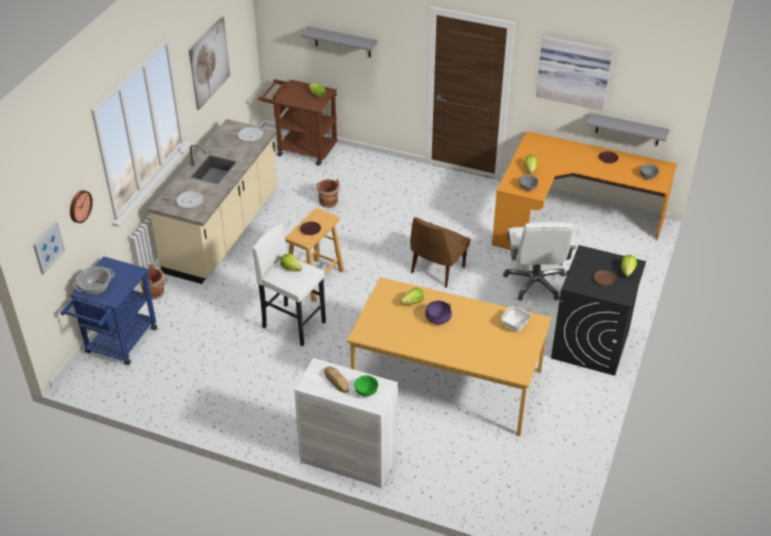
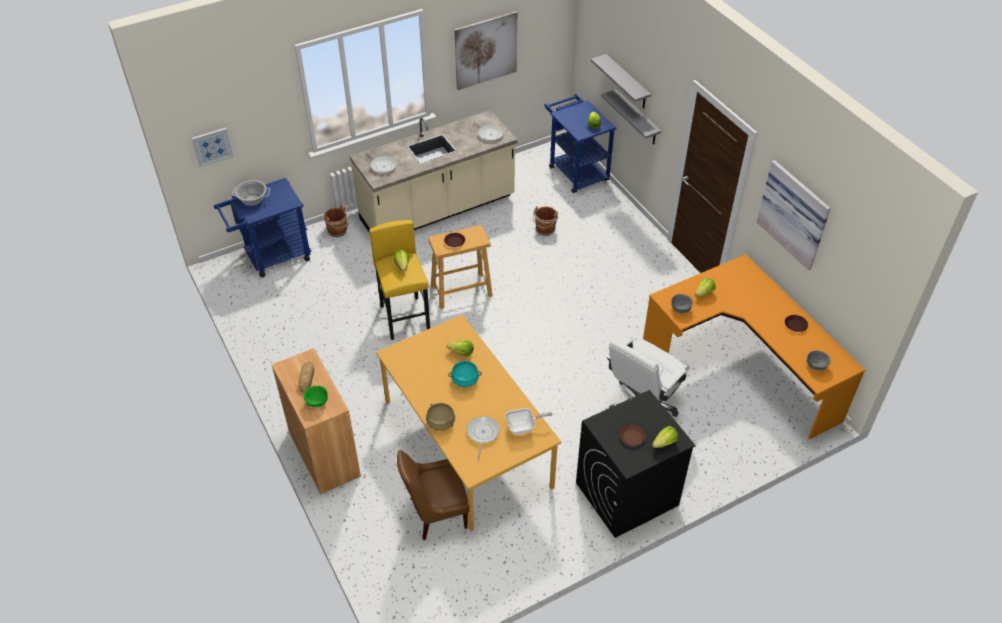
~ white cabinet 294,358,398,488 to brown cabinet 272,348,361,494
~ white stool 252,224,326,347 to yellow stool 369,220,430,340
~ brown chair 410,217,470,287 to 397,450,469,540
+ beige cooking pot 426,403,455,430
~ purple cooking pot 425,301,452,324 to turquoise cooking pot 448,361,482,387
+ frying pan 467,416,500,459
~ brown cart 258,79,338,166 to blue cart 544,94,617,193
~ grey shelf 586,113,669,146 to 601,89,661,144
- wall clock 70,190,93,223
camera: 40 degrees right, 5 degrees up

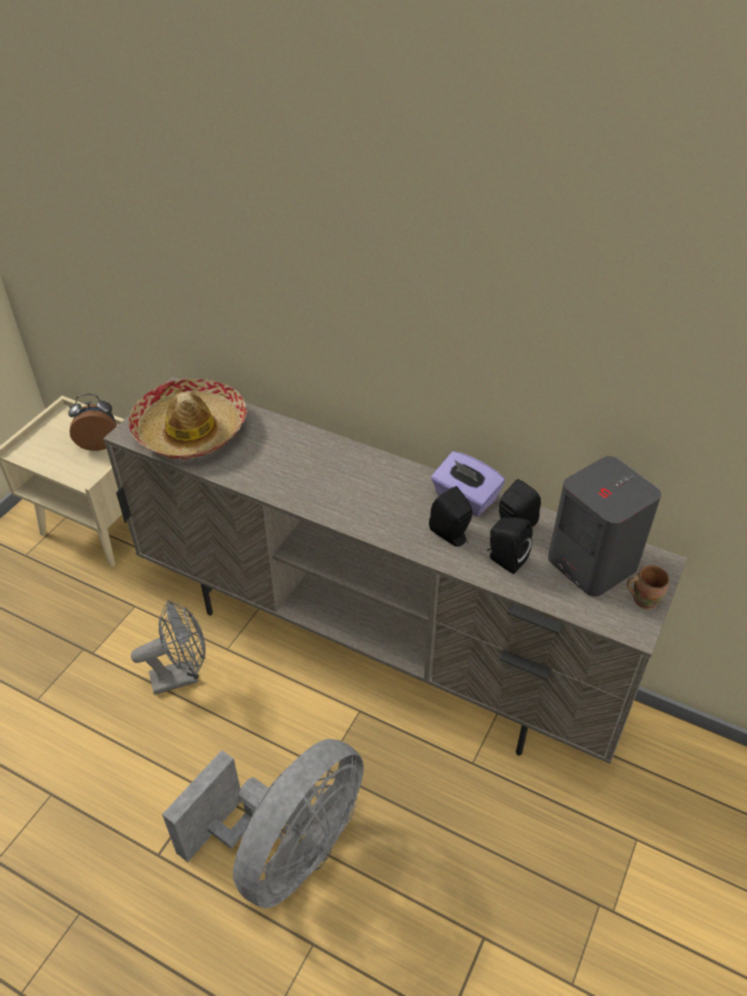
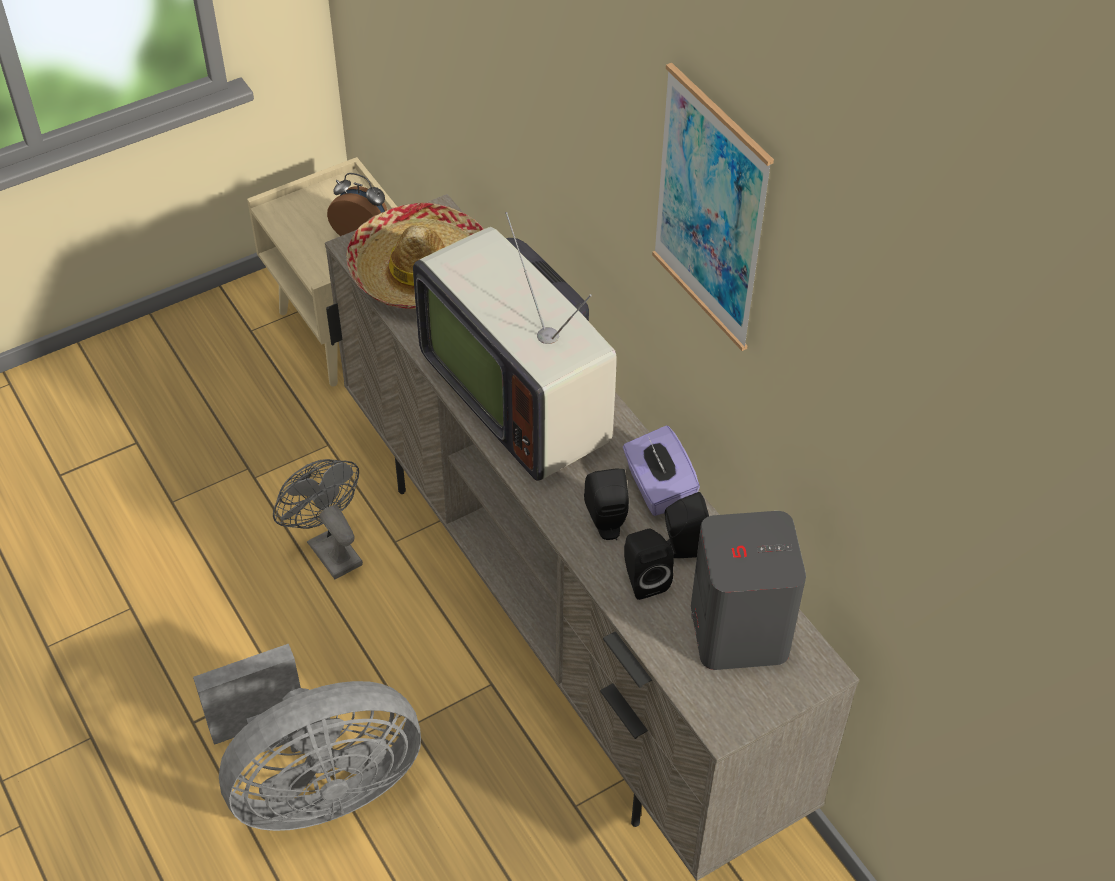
~ grey fan 131,601,206,695 = 273,459,363,579 135 degrees counterclockwise
+ television 413,212,617,481
+ picture 652,63,774,351
- brown mug 627,565,669,609
camera: 30 degrees right, 5 degrees up

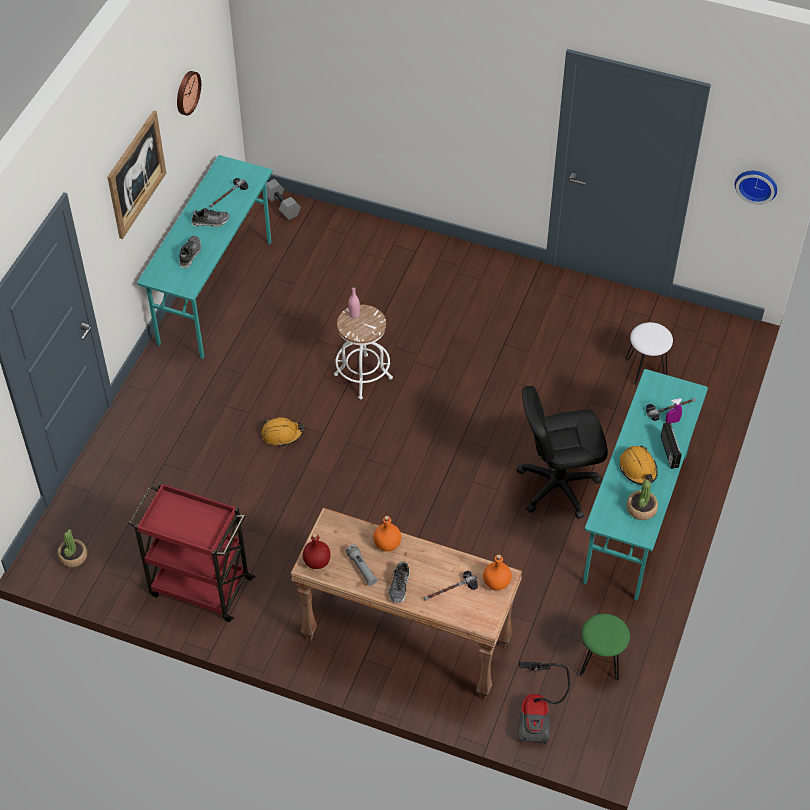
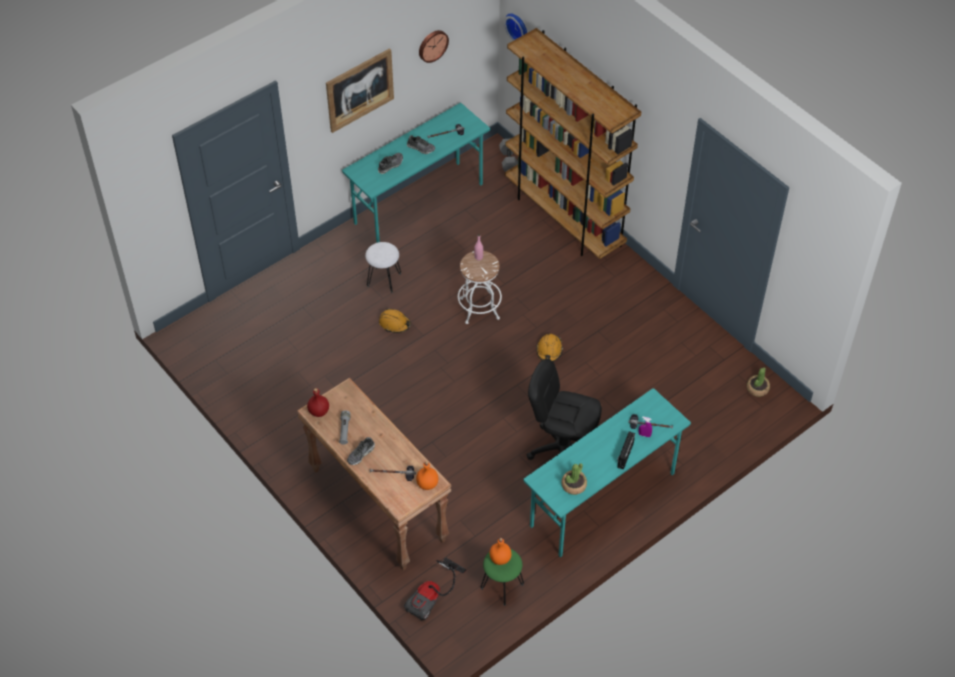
~ white stool 625,322,673,385 to 365,242,401,293
~ orange bottle 373,516,402,552 to 490,538,512,565
~ wall clock 735,171,777,205 to 504,13,527,41
+ brown bookcase 505,28,641,259
~ orange hard hat 620,445,658,485 to 536,334,563,362
~ potted plant 57,529,87,568 to 747,367,770,397
- red cart 129,482,255,622
camera: 30 degrees right, 0 degrees up

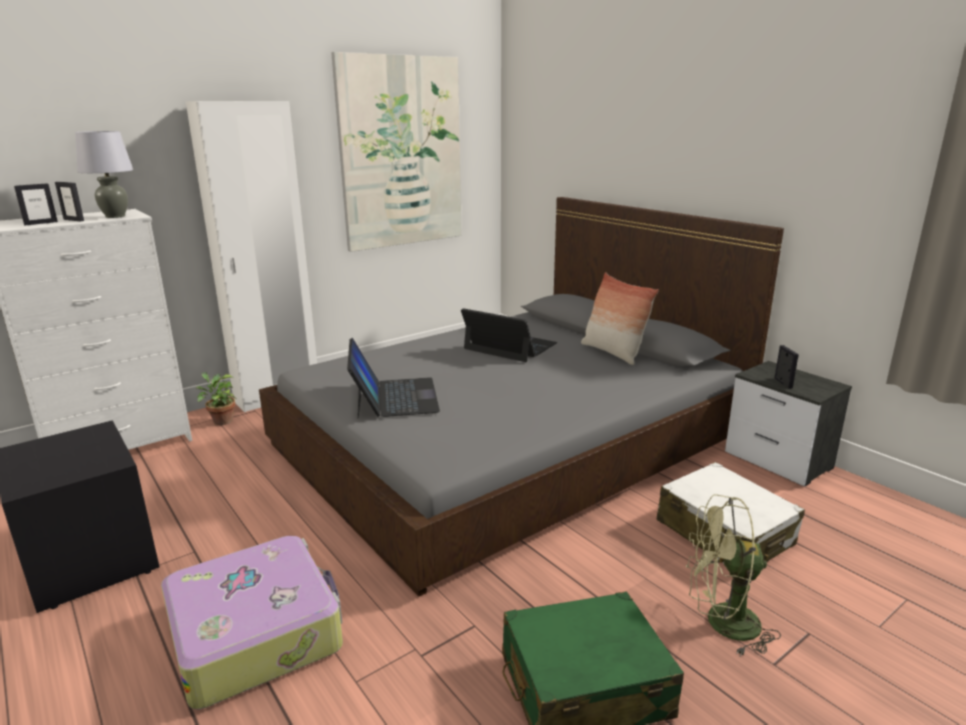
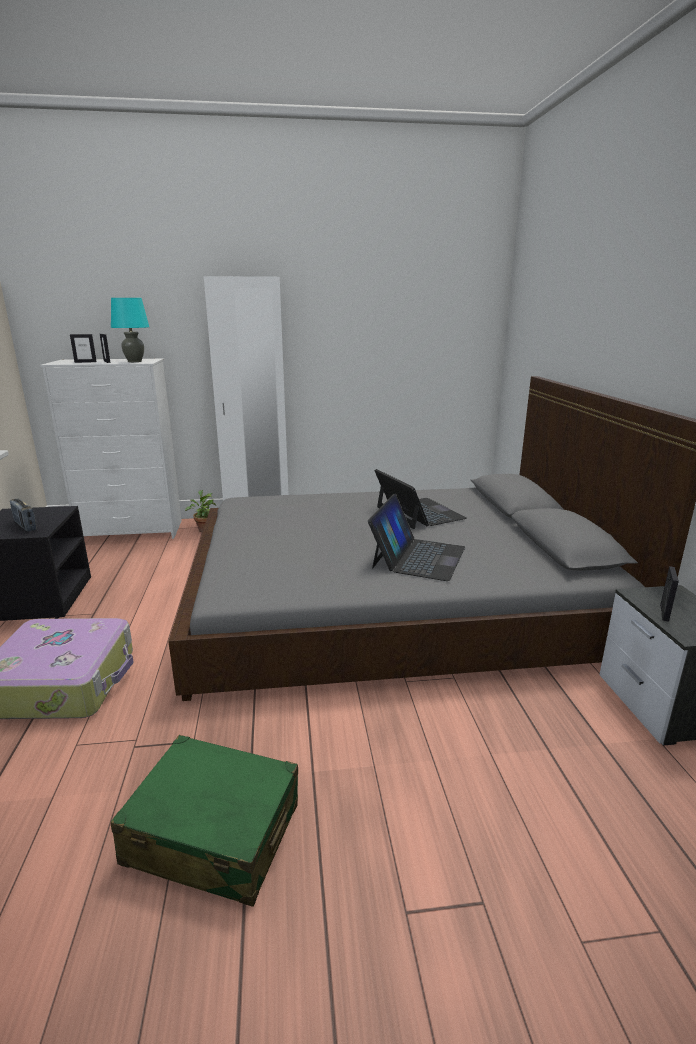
+ radio 10,498,37,532
~ grey table lamp 75,131,133,218 to turquoise table lamp 111,298,149,362
~ laptop 347,338,440,418 to 368,494,465,581
- picture 331,52,462,252
- pillow 581,272,659,365
- white suitcase 657,462,805,563
- green fan 686,494,781,656
camera: 30 degrees right, 0 degrees up

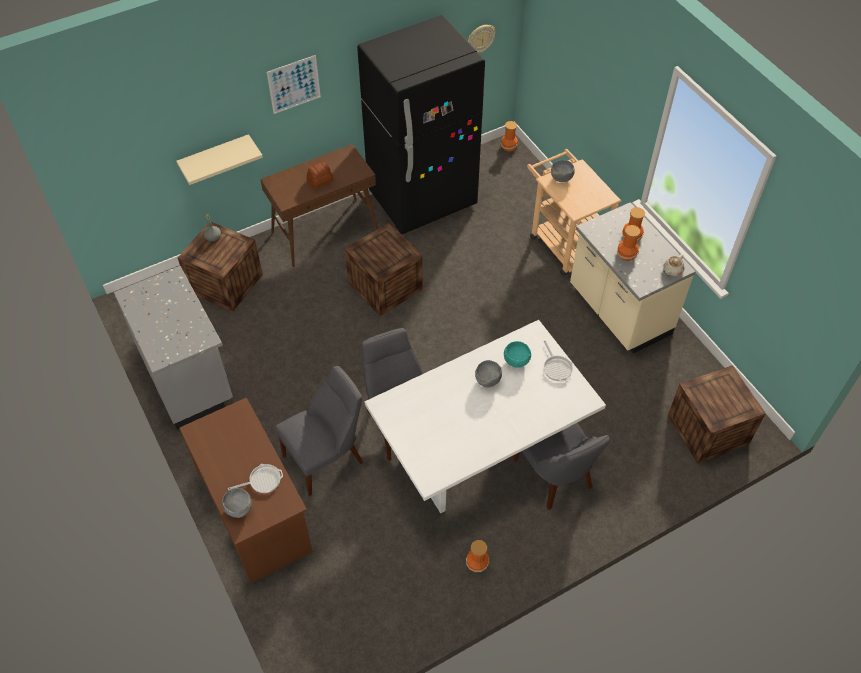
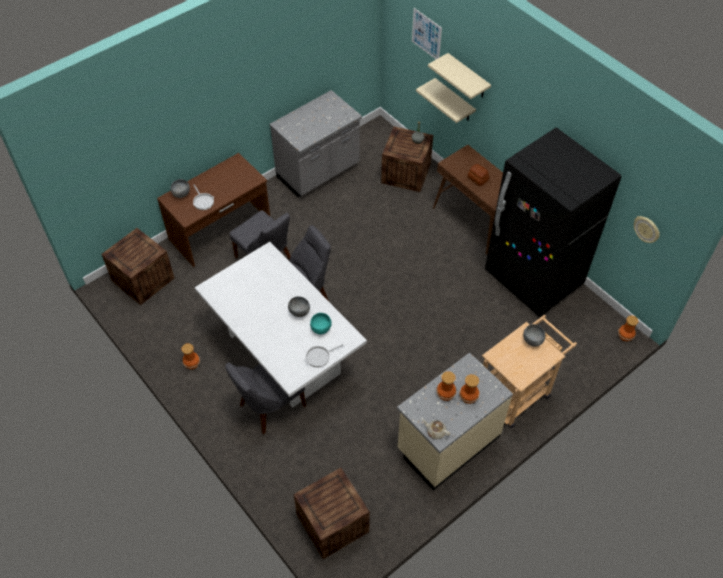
~ crate 345,223,423,316 to 102,228,174,305
~ picture 267,55,321,114 to 412,8,442,59
+ beige shelf 428,53,491,99
camera: 80 degrees right, 0 degrees up

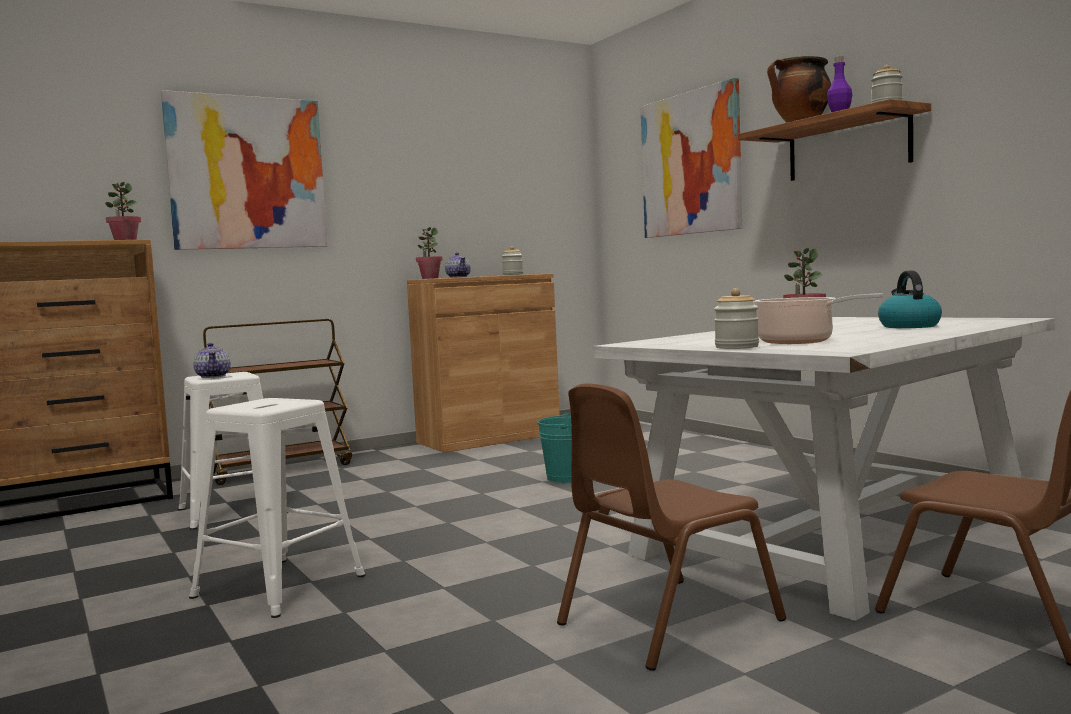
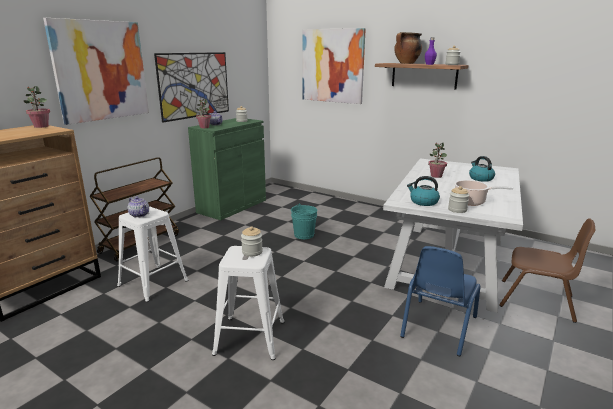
+ picture 154,52,229,123
~ brown cabinet 407,273,560,453 to green cabinet 188,118,266,220
+ jar 241,226,263,257
~ brown chair 557,384,786,671 to blue chair 400,246,481,356
+ kettle 407,176,440,206
camera: 25 degrees left, 15 degrees up

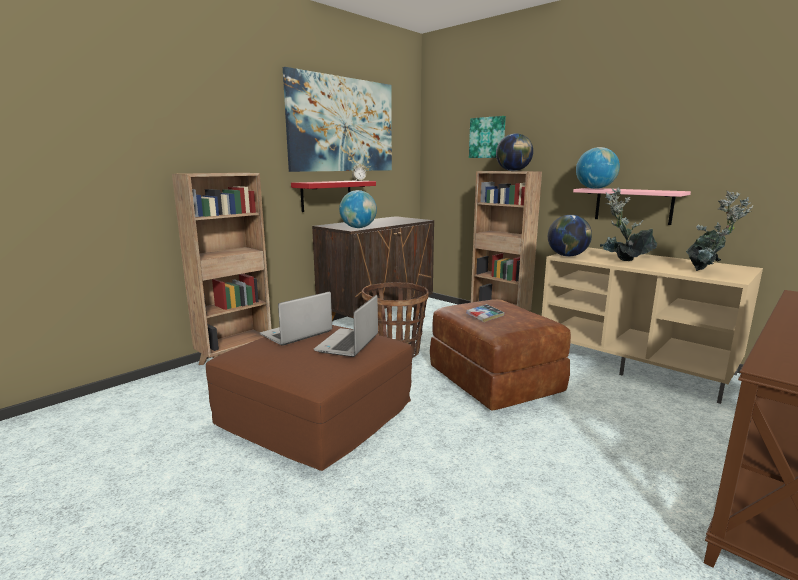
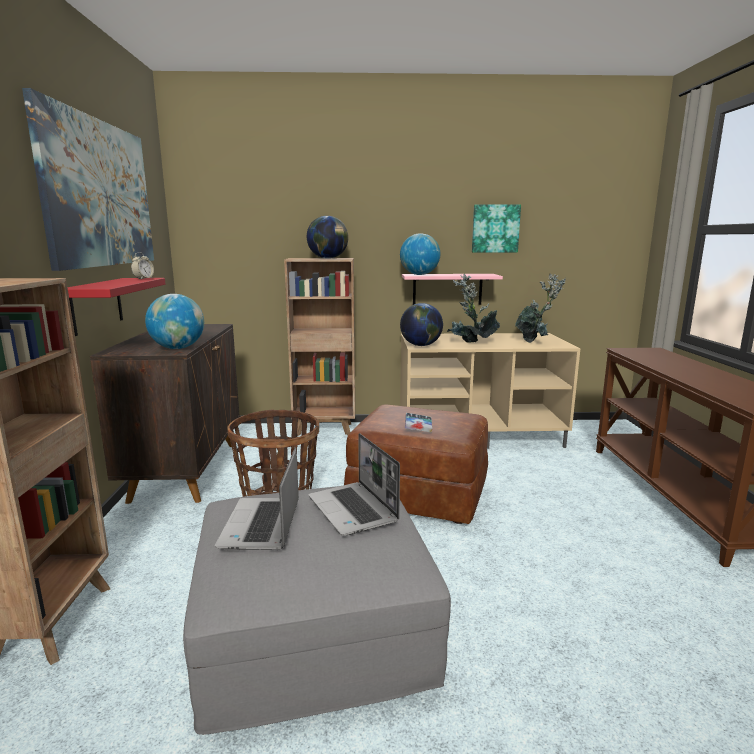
~ brown ottoman 206,325,412,471 to grey ottoman 183,486,451,735
~ picture 469,116,506,158 to 472,204,521,253
camera: 45 degrees left, 0 degrees up

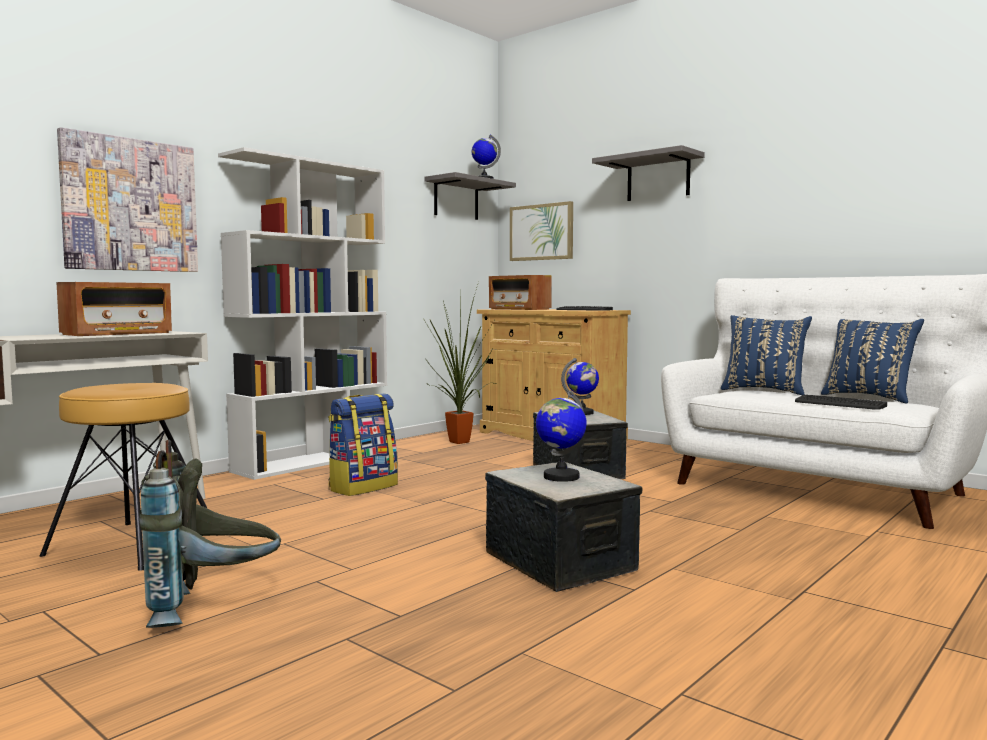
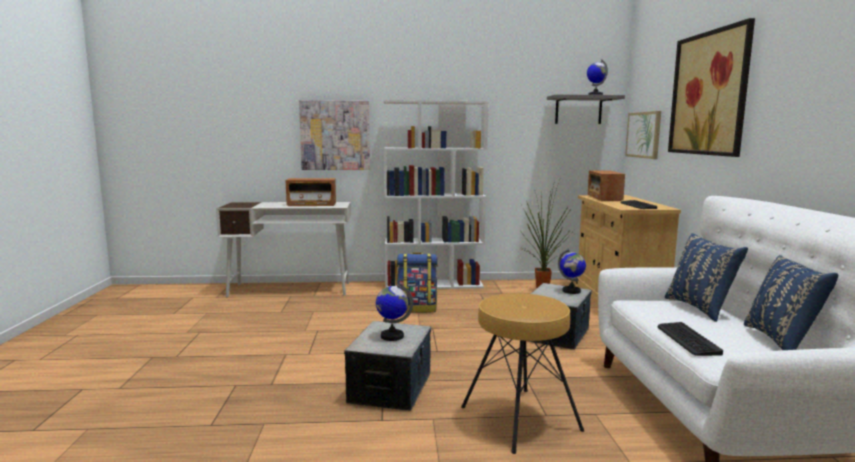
~ brown stool 39,383,219,571 to 461,293,584,454
~ grey shelf 592,145,705,201 to picture 668,18,755,157
- grey backpack 139,440,281,628
camera: 45 degrees right, 5 degrees up

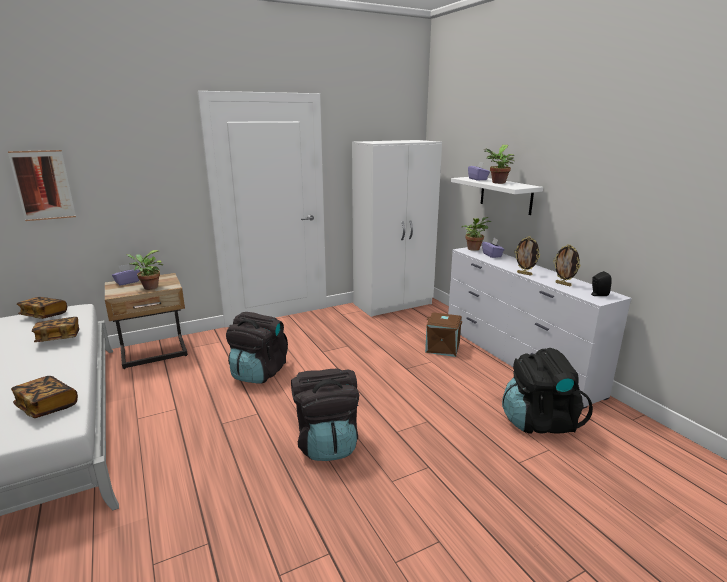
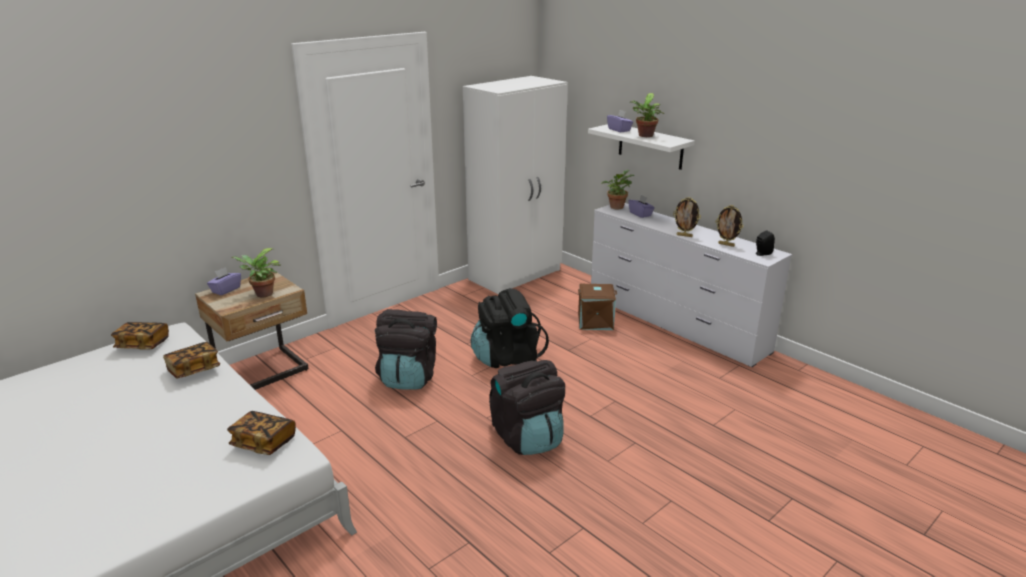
~ black backpack 502,348,593,434 to 471,288,549,368
- picture 8,150,76,221
camera: 15 degrees left, 5 degrees up

